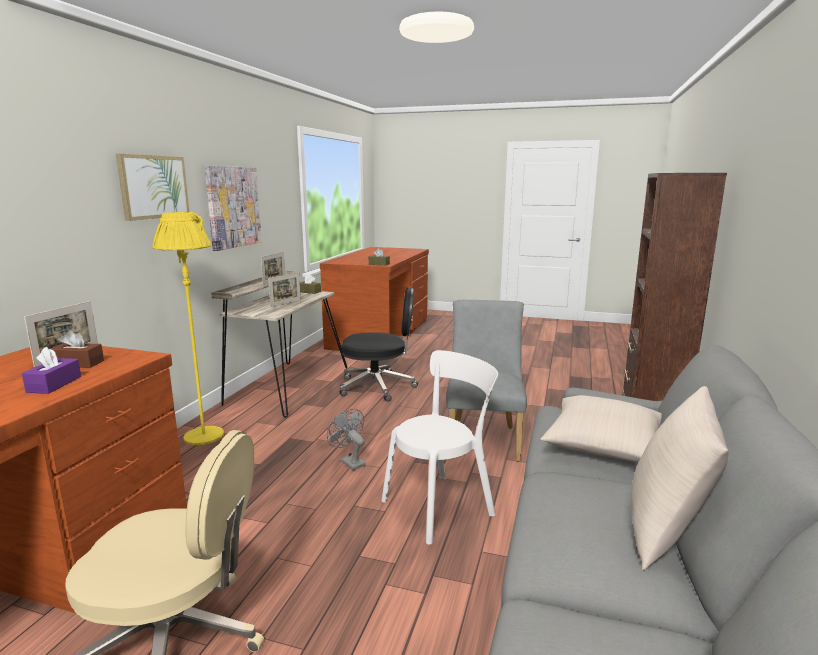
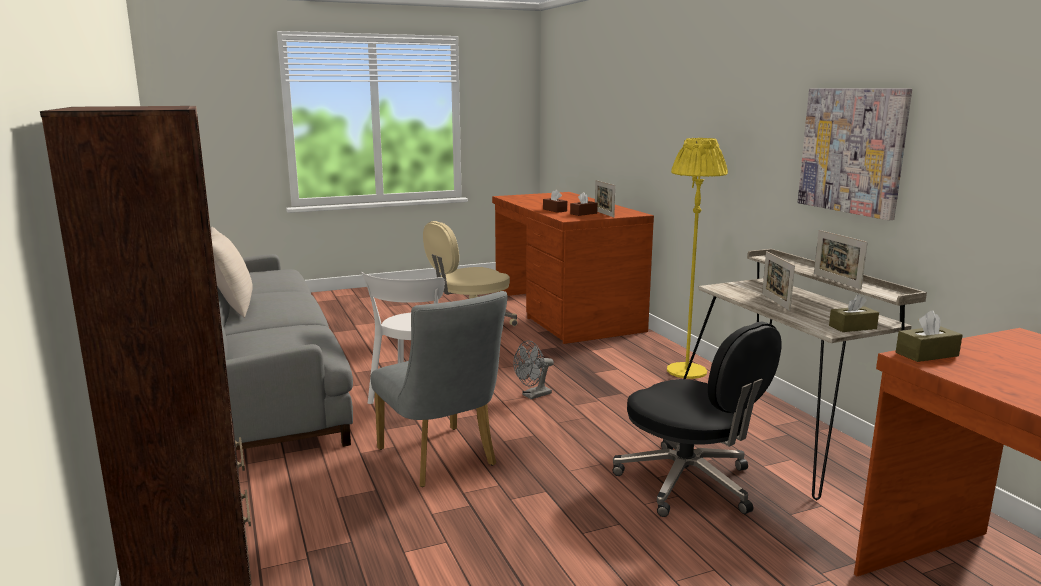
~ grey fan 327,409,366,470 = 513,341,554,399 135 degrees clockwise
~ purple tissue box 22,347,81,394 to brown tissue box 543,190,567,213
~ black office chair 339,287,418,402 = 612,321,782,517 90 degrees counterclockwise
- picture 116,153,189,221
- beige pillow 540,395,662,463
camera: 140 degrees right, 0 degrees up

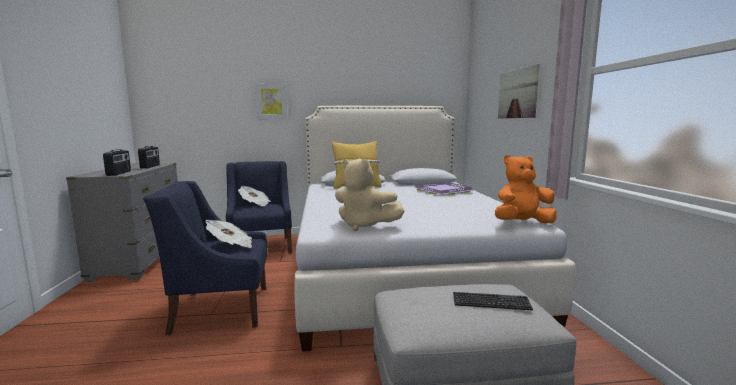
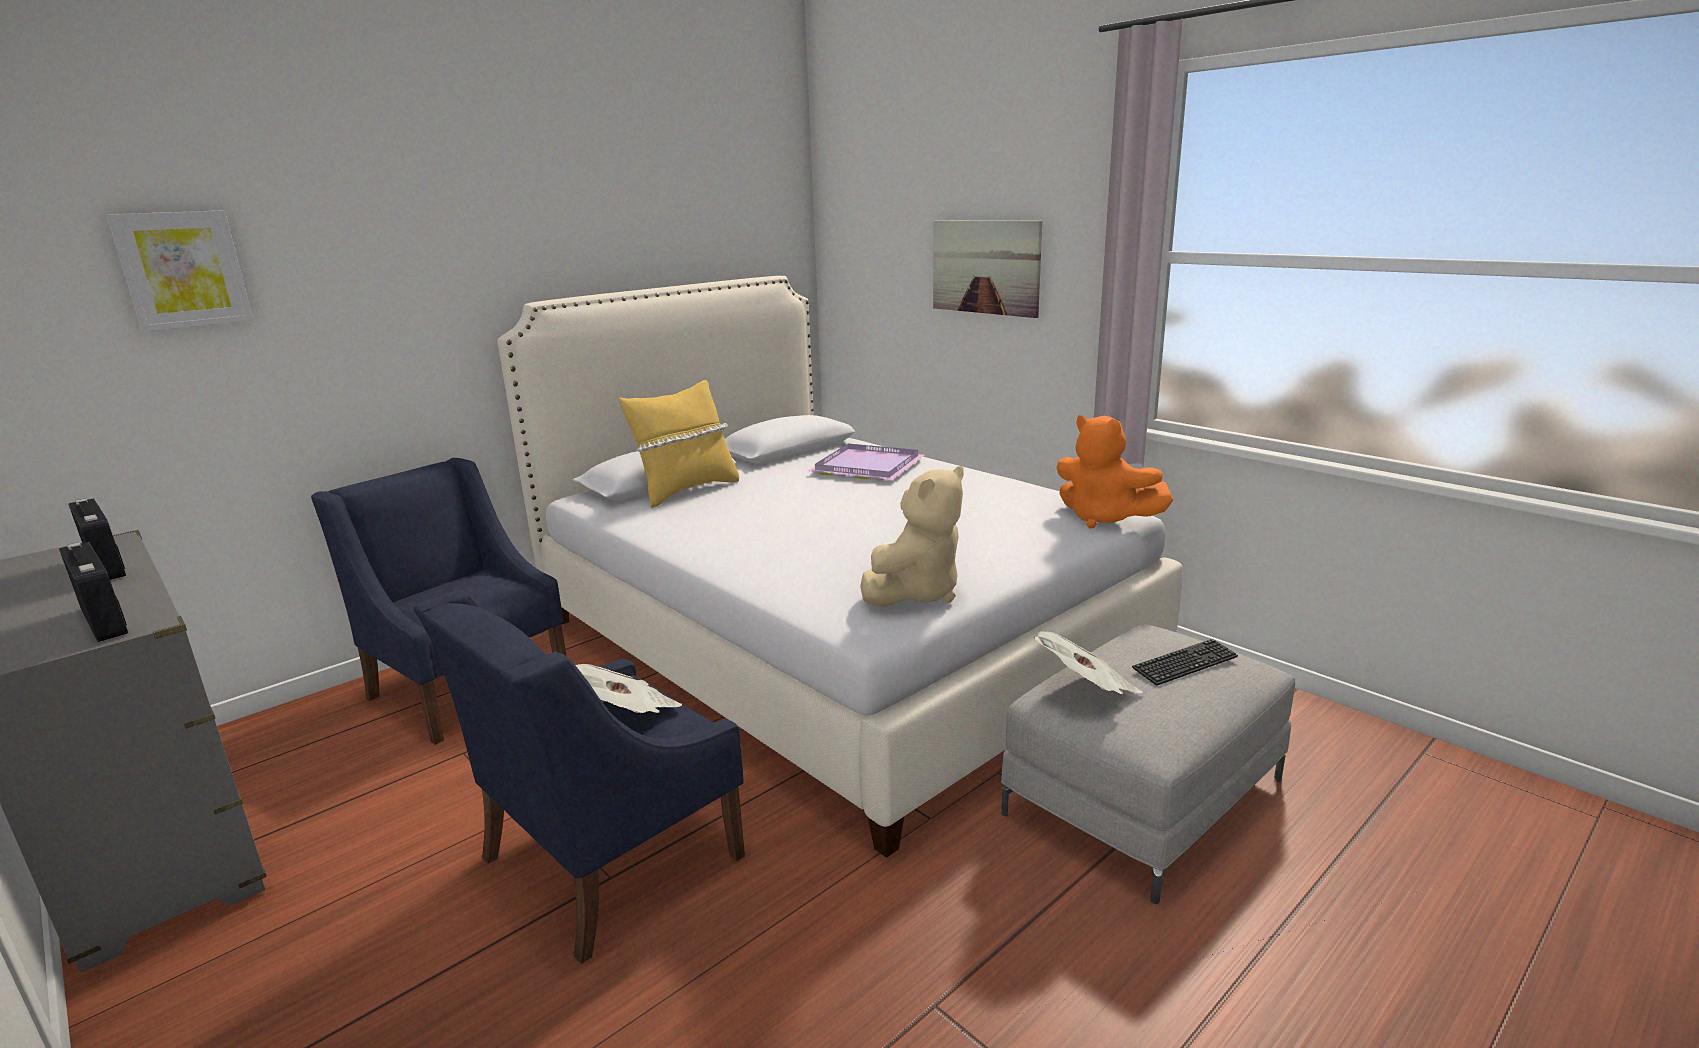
~ picture 255,84,288,119 to 106,210,253,332
~ beige plush toy 335,159,404,231 = 860,466,964,607 45 degrees counterclockwise
~ newspaper 238,186,270,206 to 1033,631,1143,694
~ orange plush toy 495,155,557,223 = 1057,415,1173,529 90 degrees counterclockwise
camera: 35 degrees left, 10 degrees up

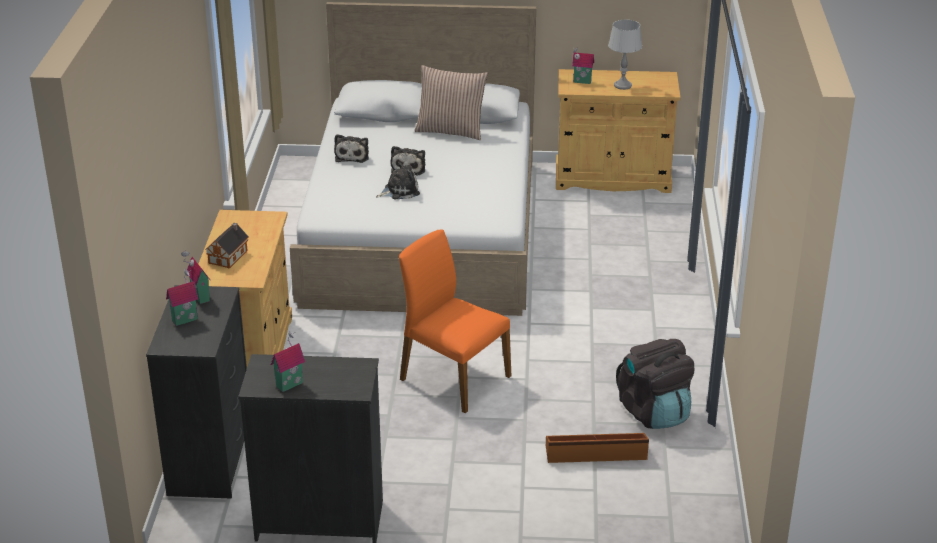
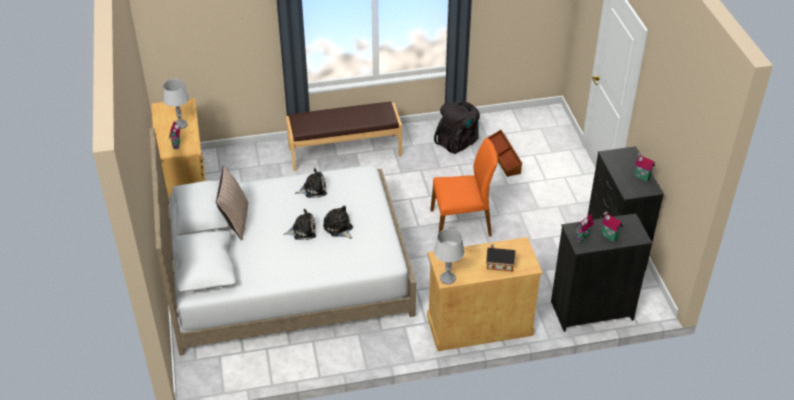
+ brown bench 286,102,402,171
~ plush toy 334,134,369,163 to 295,168,327,198
~ orange chair 399,229,511,413 = 431,138,498,236 120 degrees counterclockwise
+ grey table lamp 434,229,464,284
camera: 105 degrees left, 10 degrees up

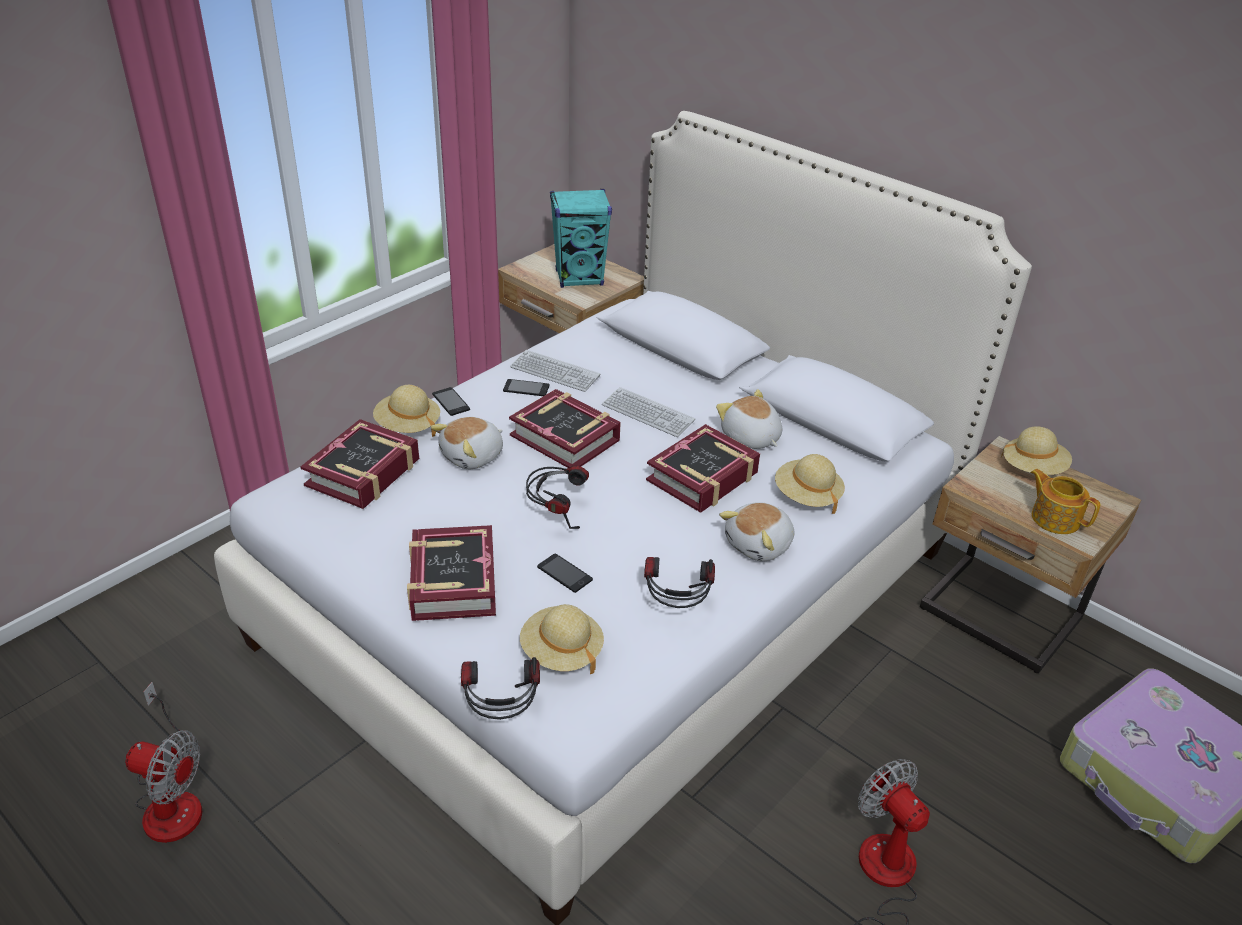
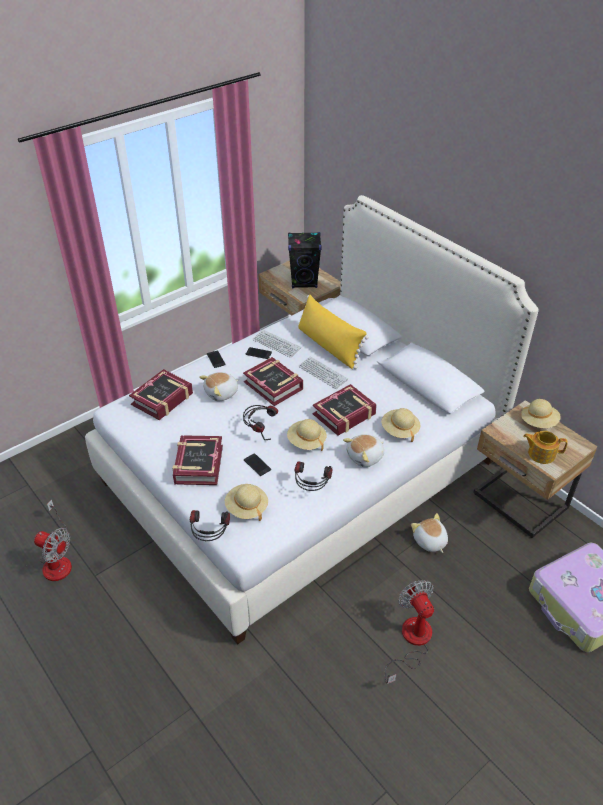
~ beige hat 373,385,440,437 to 287,419,327,451
~ turquoise speaker 550,189,612,288 to black speaker 288,232,322,288
+ yellow pillow 298,295,369,369
~ plush toy 716,389,782,449 to 411,513,448,553
~ teapot 1030,469,1101,534 = 523,431,568,464 45 degrees counterclockwise
camera: 10 degrees right, 5 degrees up

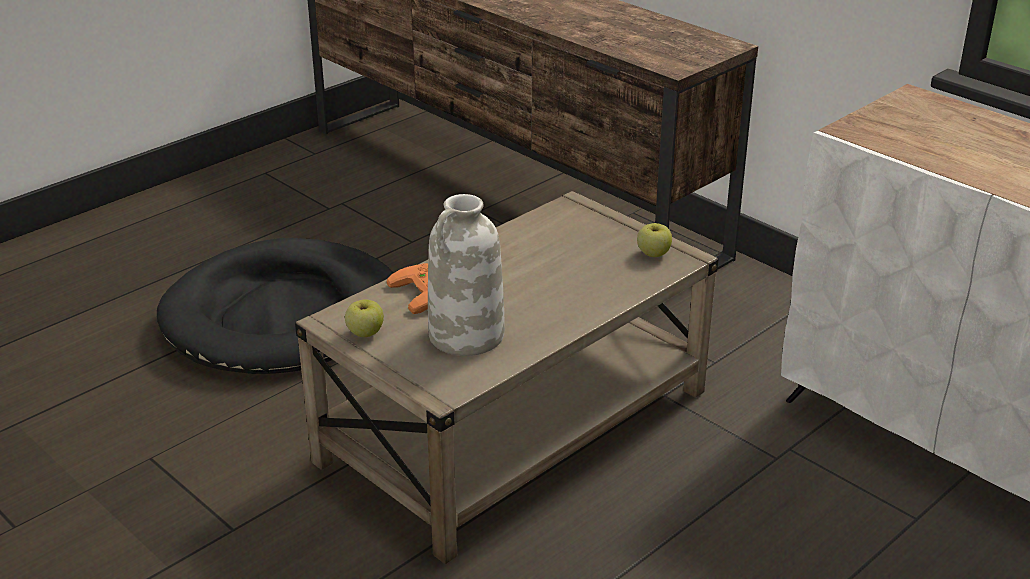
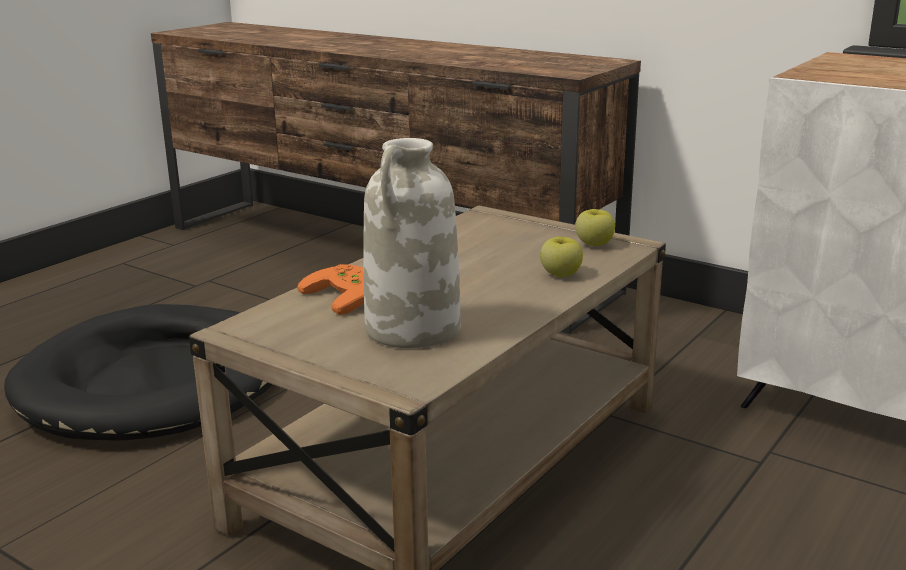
~ apple 345,299,384,337 to 540,237,583,277
camera: 10 degrees left, 10 degrees down

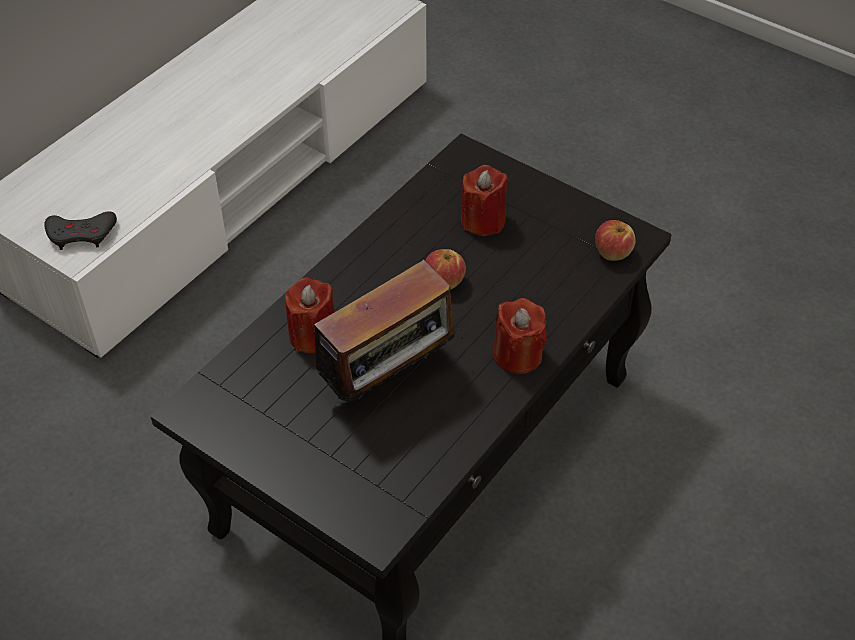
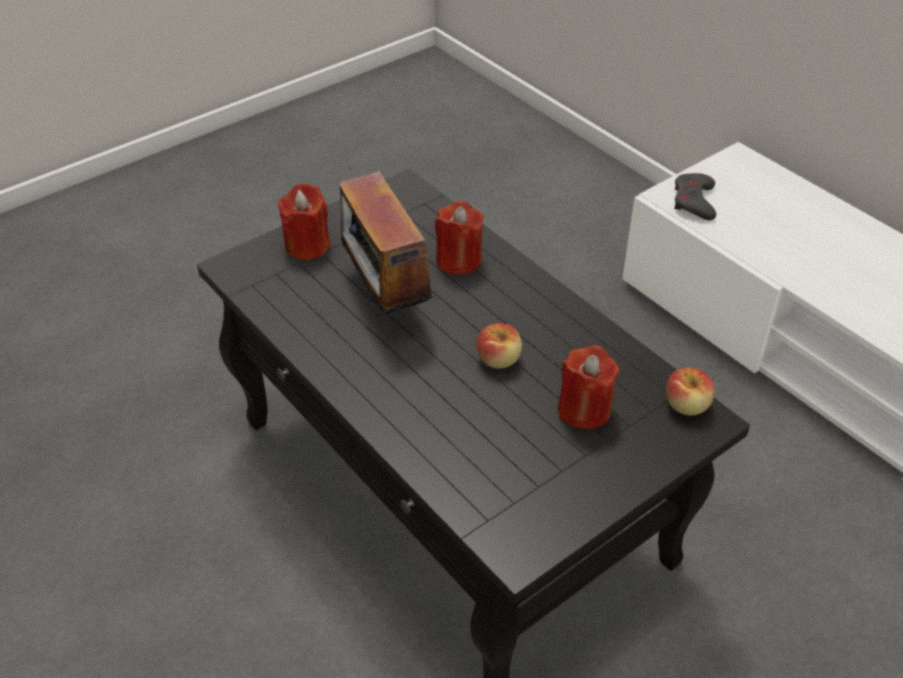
~ red candle 493,298,547,374 to 278,183,330,260
~ apple 595,220,636,261 to 666,367,715,416
camera: 105 degrees right, 5 degrees down

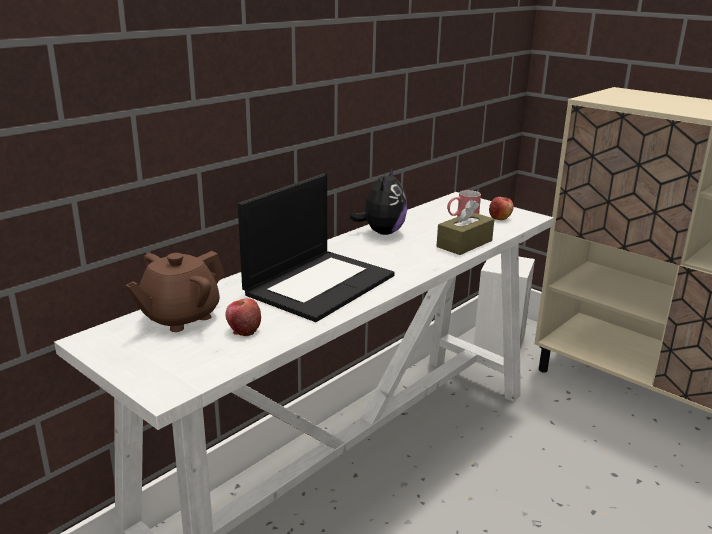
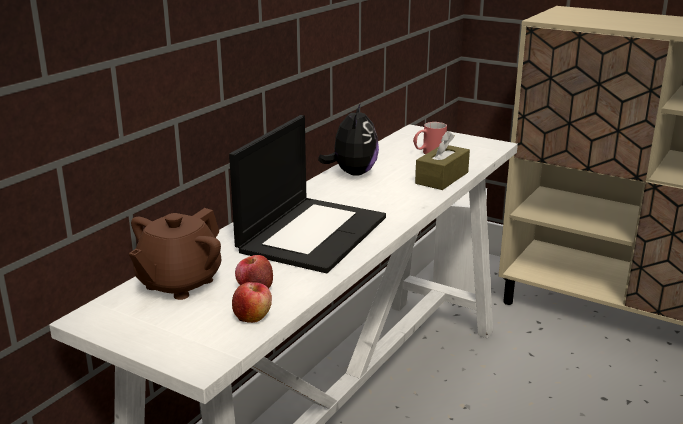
~ apple 489,197,514,220 to 232,282,272,323
camera: 10 degrees left, 0 degrees up

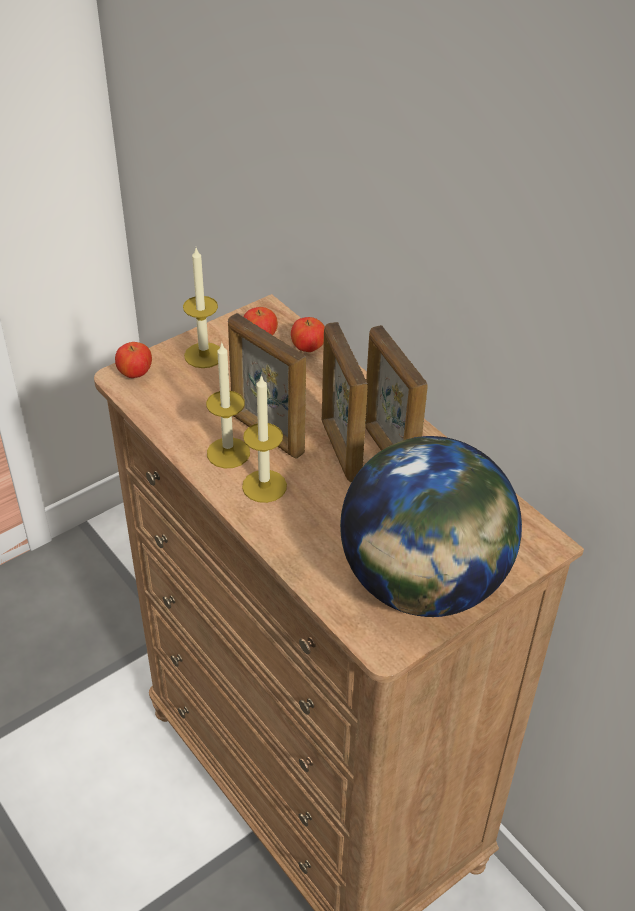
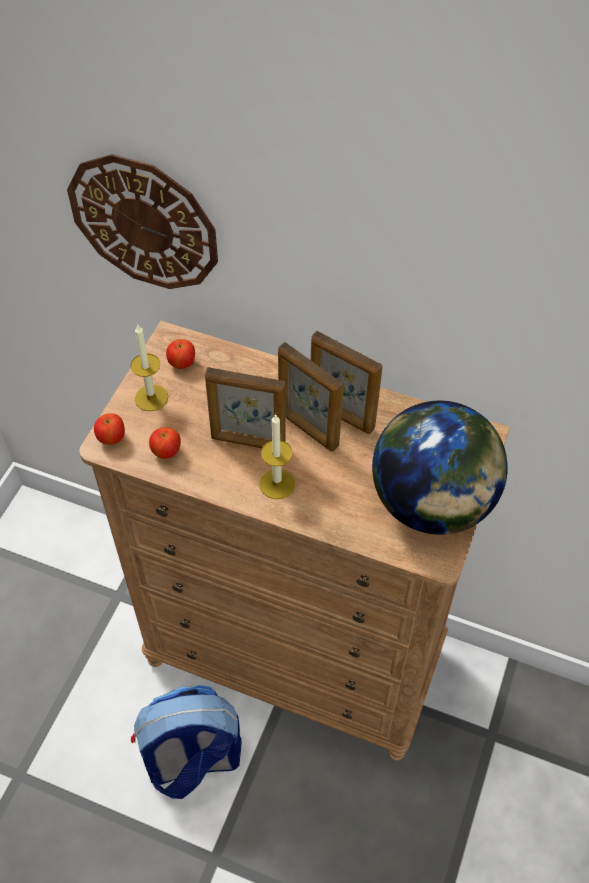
+ wall clock 67,154,218,289
+ backpack 131,685,242,799
~ apple 291,317,325,352 to 149,427,181,459
- candle 206,343,250,468
camera: 30 degrees left, 10 degrees up

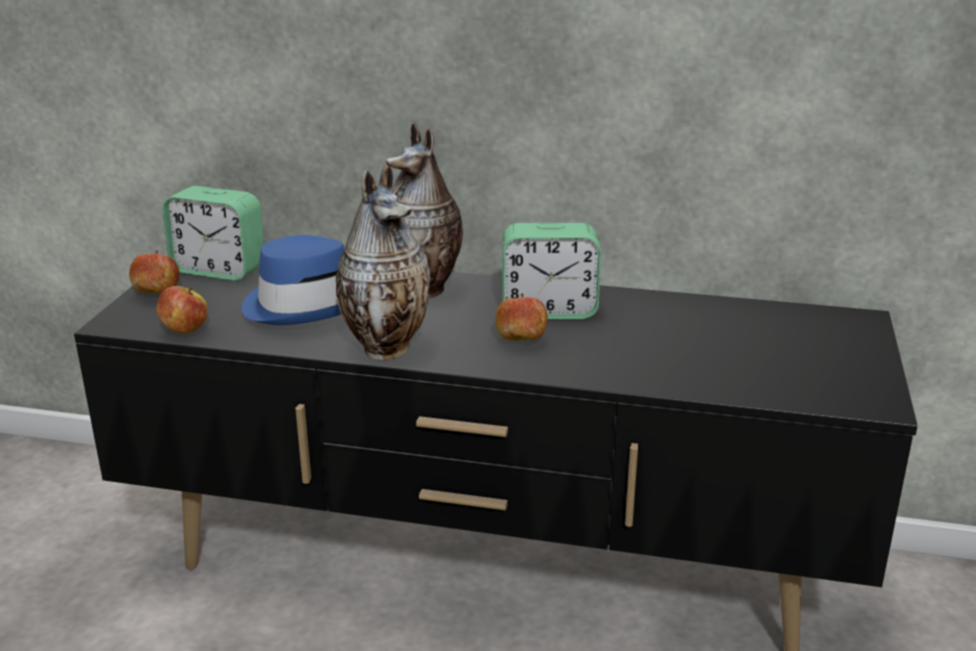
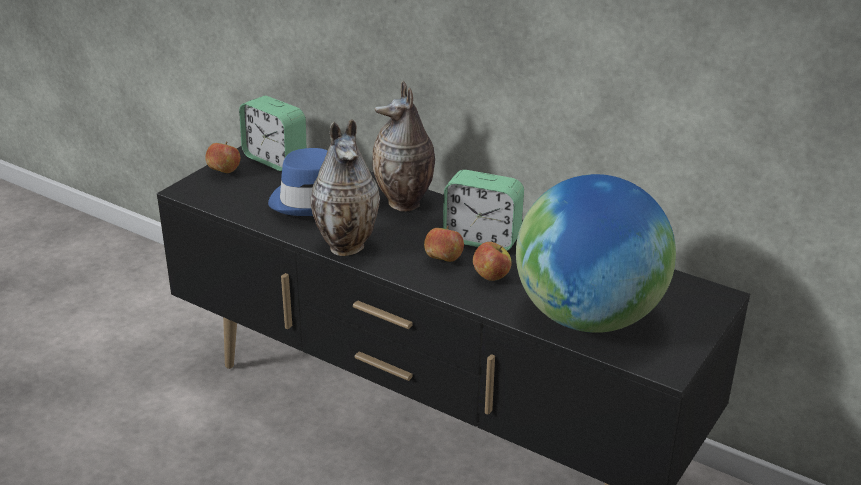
~ apple 156,286,208,334 to 473,242,512,281
+ globe 516,174,676,333
camera: 20 degrees right, 5 degrees up

